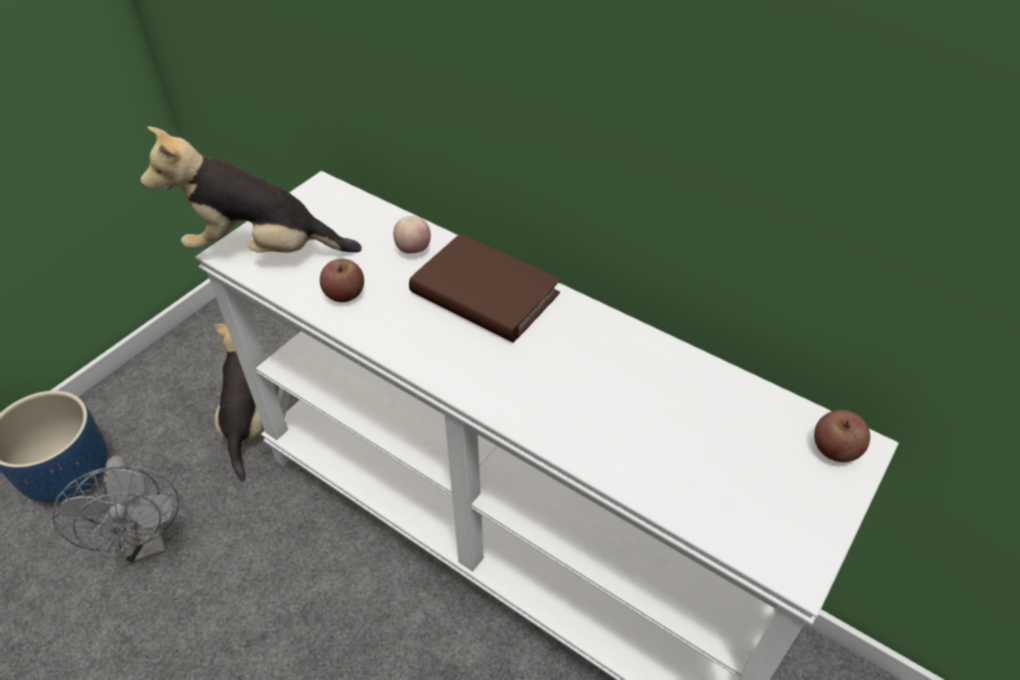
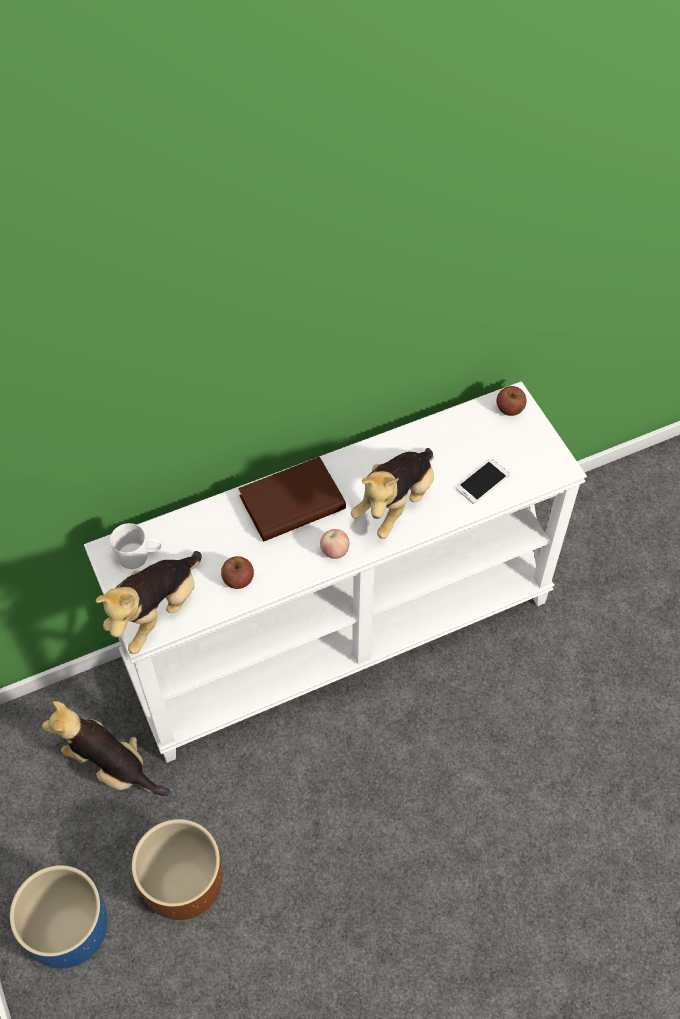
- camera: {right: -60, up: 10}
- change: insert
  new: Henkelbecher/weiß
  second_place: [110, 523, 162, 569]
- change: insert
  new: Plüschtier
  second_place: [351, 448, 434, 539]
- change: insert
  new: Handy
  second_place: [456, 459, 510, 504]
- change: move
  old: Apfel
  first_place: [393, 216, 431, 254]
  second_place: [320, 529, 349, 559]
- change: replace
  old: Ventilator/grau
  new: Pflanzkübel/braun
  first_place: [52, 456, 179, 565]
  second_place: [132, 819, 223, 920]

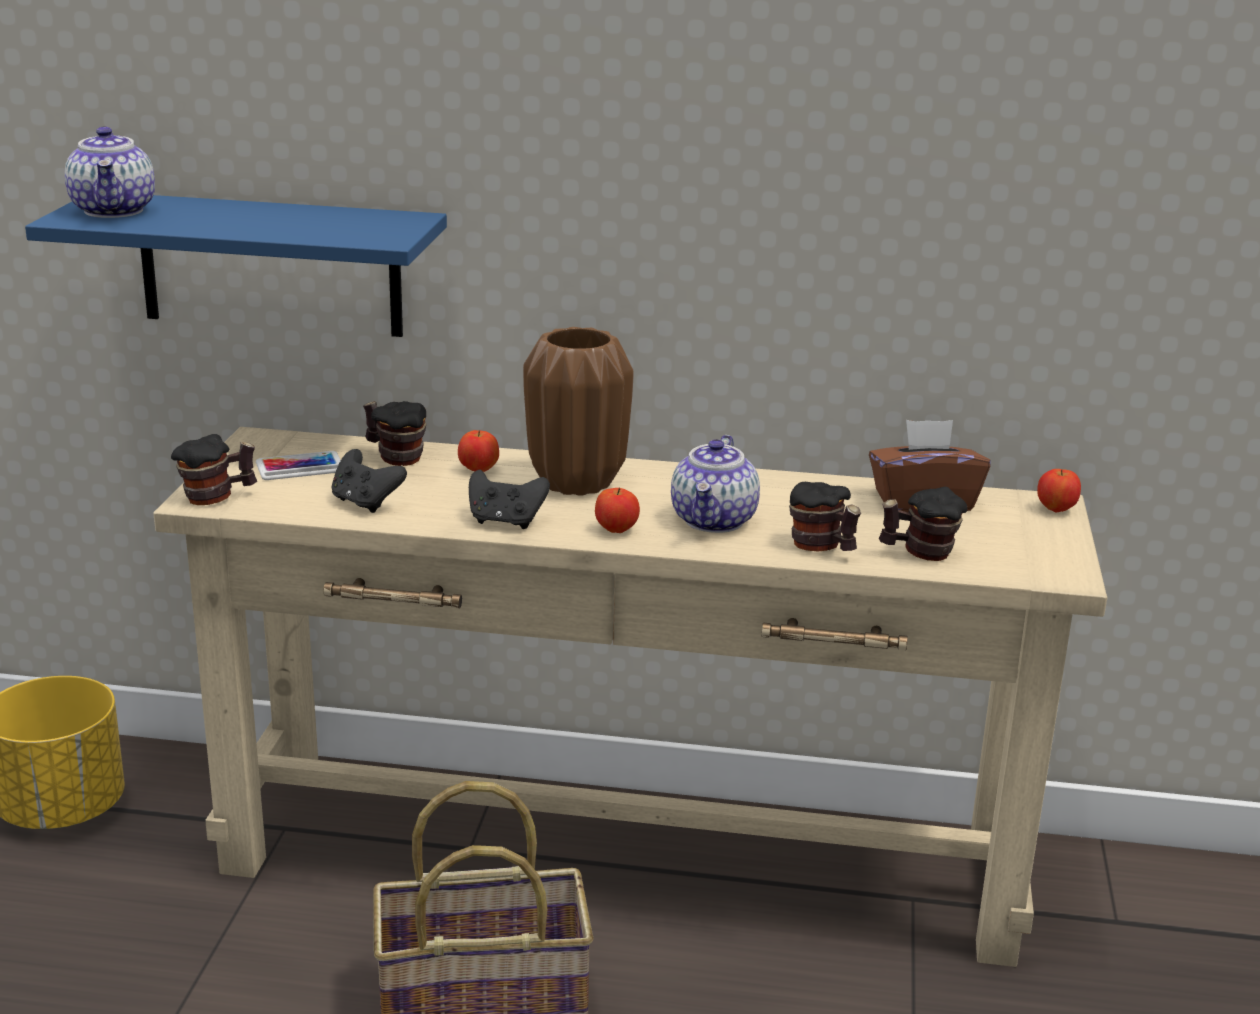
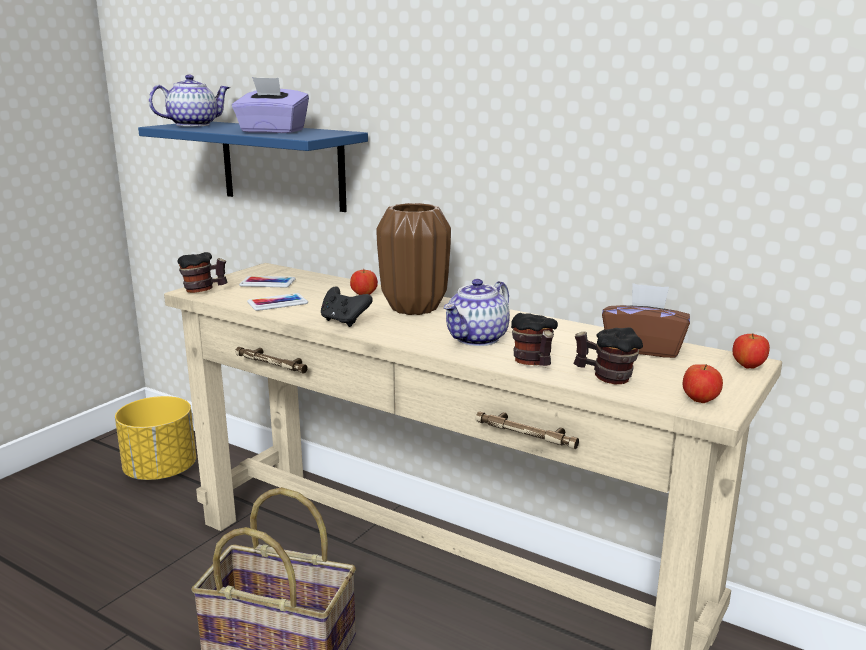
- camera: {right: 25, up: -5}
- change: delete
  old: Henkelbecher
  first_place: [363, 401, 427, 466]
- change: insert
  new: Taschentuchbox/lila
  second_place: [232, 77, 309, 133]
- change: move
  old: Apfel
  first_place: [595, 488, 640, 533]
  second_place: [683, 364, 723, 403]
- change: replace
  old: Gamepad/schwarz
  new: Handy
  first_place: [331, 449, 407, 513]
  second_place: [247, 293, 308, 311]
- change: rotate
  old: Teekanne
  first_place: [65, 126, 155, 218]
  second_place: [149, 75, 230, 127]
  degrees: -135

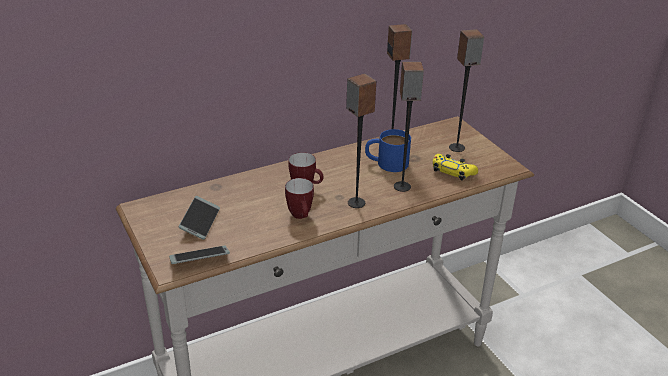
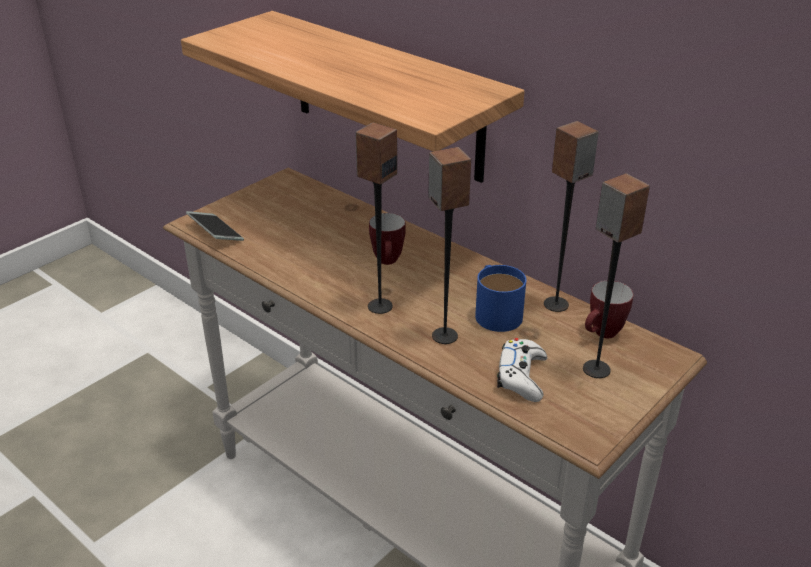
- camera: {right: 70, up: 0}
- change: delete
  old: Handy
  first_place: [179, 196, 220, 240]
- change: insert
  new: Wandregal
  second_place: [181, 11, 525, 183]
- change: move
  old: Henkelbecher
  first_place: [285, 178, 314, 219]
  second_place: [585, 281, 633, 338]
- change: recolor
  old: Gamepad/gelb
  new: Gamepad/weiß
  first_place: [433, 154, 478, 181]
  second_place: [497, 338, 547, 402]

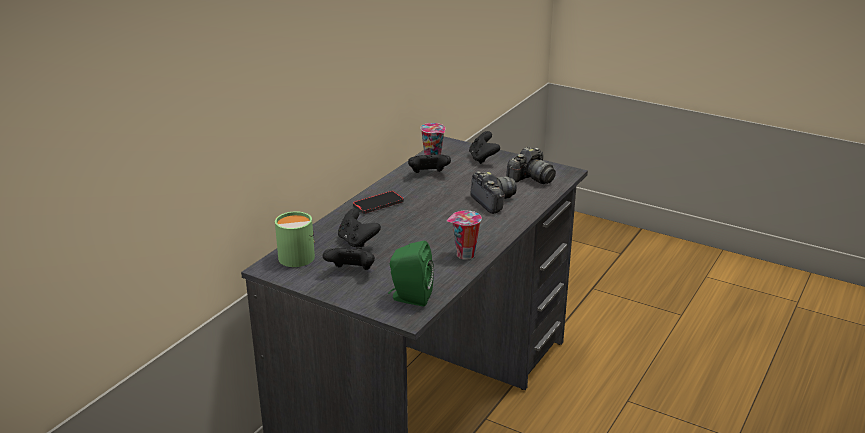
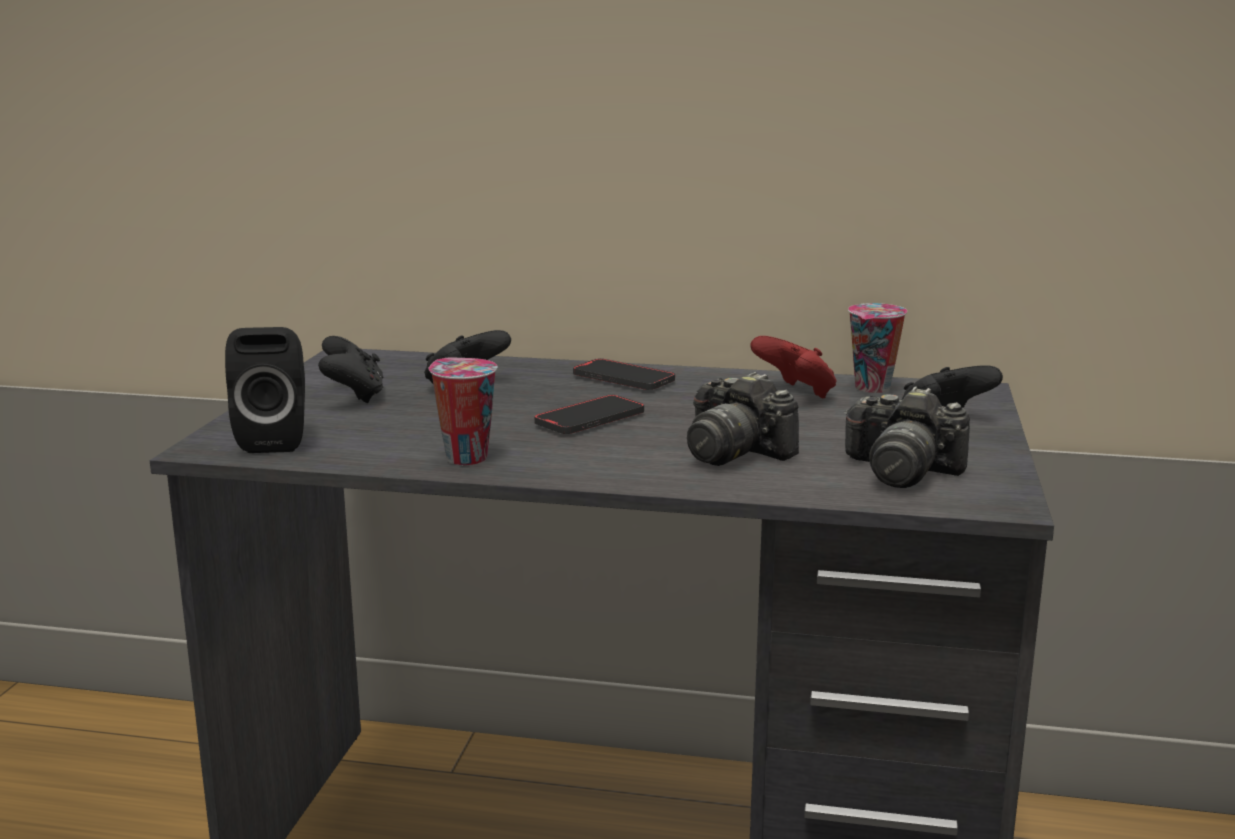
- camera: {right: 70, up: -10}
- change: delete
  old: Henkelbecher/grün
  first_place: [275, 211, 315, 267]
- change: insert
  new: Handy
  second_place: [534, 395, 644, 434]
- change: recolor
  old: Lautsprecher/grün
  new: Lautsprecher/schwarz
  first_place: [388, 241, 434, 306]
  second_place: [225, 327, 305, 453]
- change: recolor
  old: Gamepad/schwarz
  new: Gamepad/rot
  first_place: [408, 153, 451, 173]
  second_place: [750, 336, 837, 399]
- change: rotate
  old: Kamera
  first_place: [470, 171, 517, 214]
  second_place: [687, 372, 799, 466]
  degrees: 90

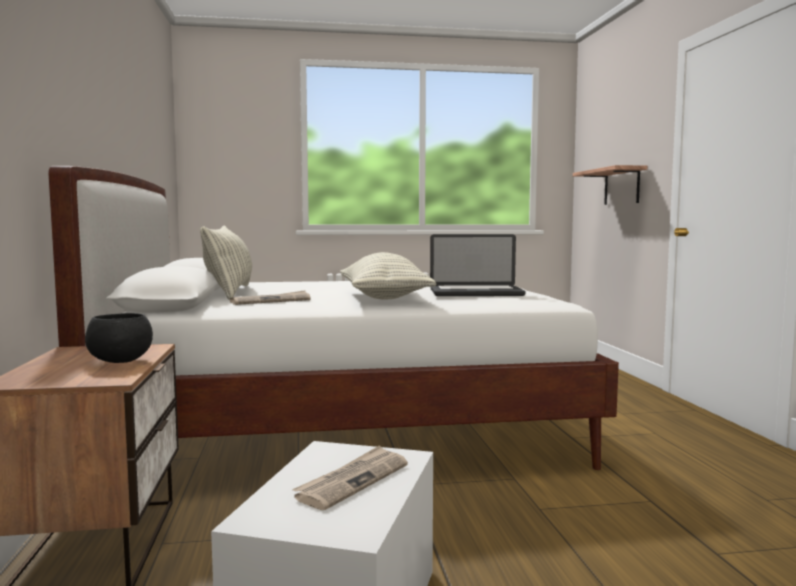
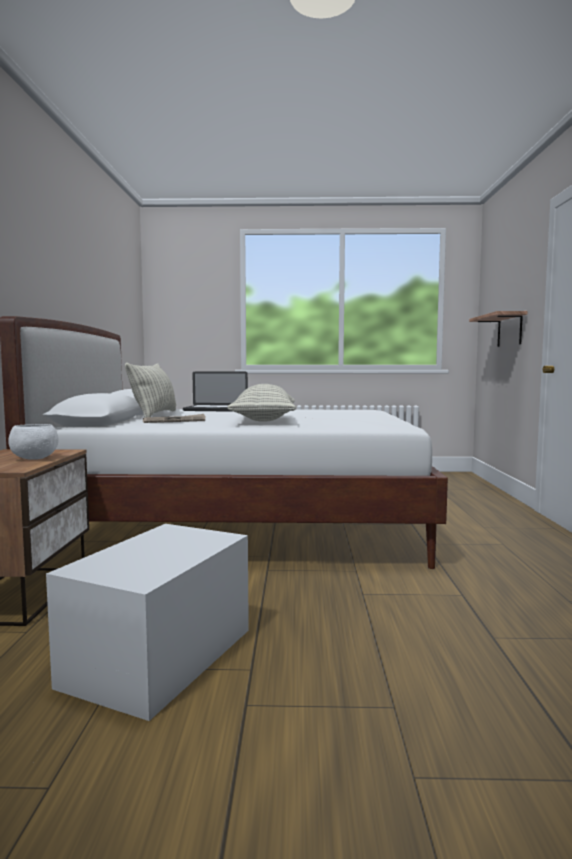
- camera: {right: 10, up: 0}
- change: delete
  old: Zeitung
  first_place: [292, 445, 408, 510]
- change: move
  old: Laptop
  first_place: [430, 234, 526, 296]
  second_place: [183, 372, 248, 412]
- change: recolor
  old: Schüssel/schwarz
  new: Schüssel/weiß
  first_place: [85, 313, 153, 363]
  second_place: [8, 424, 58, 460]

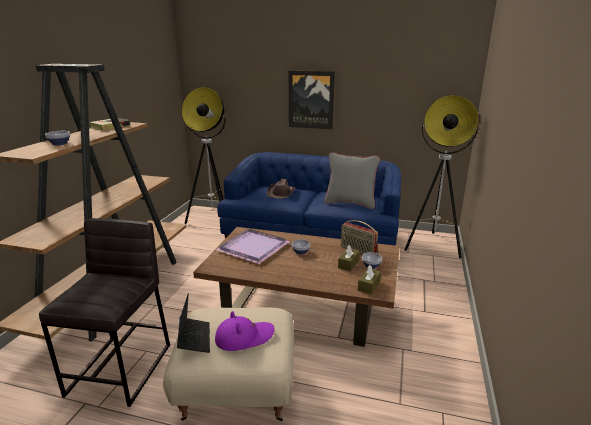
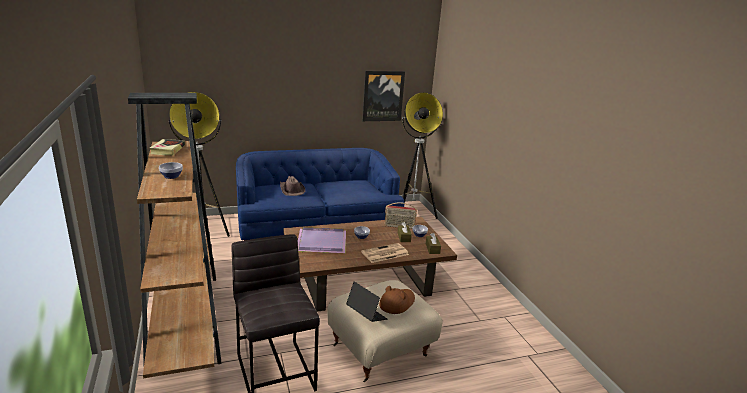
- camera: {right: -35, up: 0}
- change: delete
  old: Kissen/grau
  first_place: [324, 152, 380, 209]
- change: insert
  new: Zeitung
  second_place: [361, 243, 409, 263]
- change: move
  old: Bild
  first_place: [289, 71, 335, 129]
  second_place: [362, 71, 405, 121]
- change: recolor
  old: Hut/lila
  new: Hut/braun
  first_place: [215, 311, 275, 351]
  second_place: [379, 286, 415, 314]

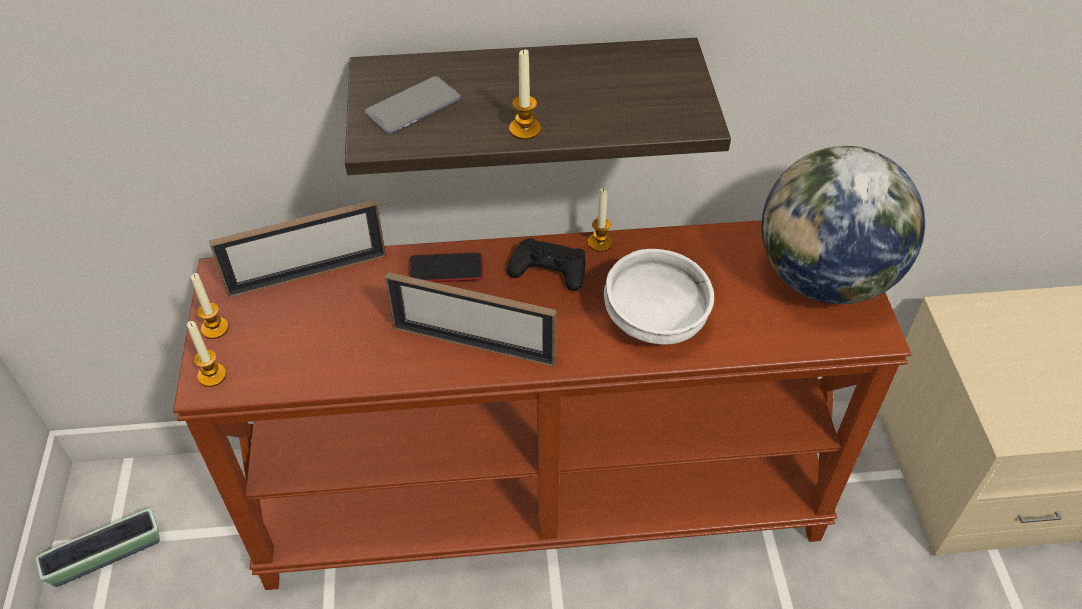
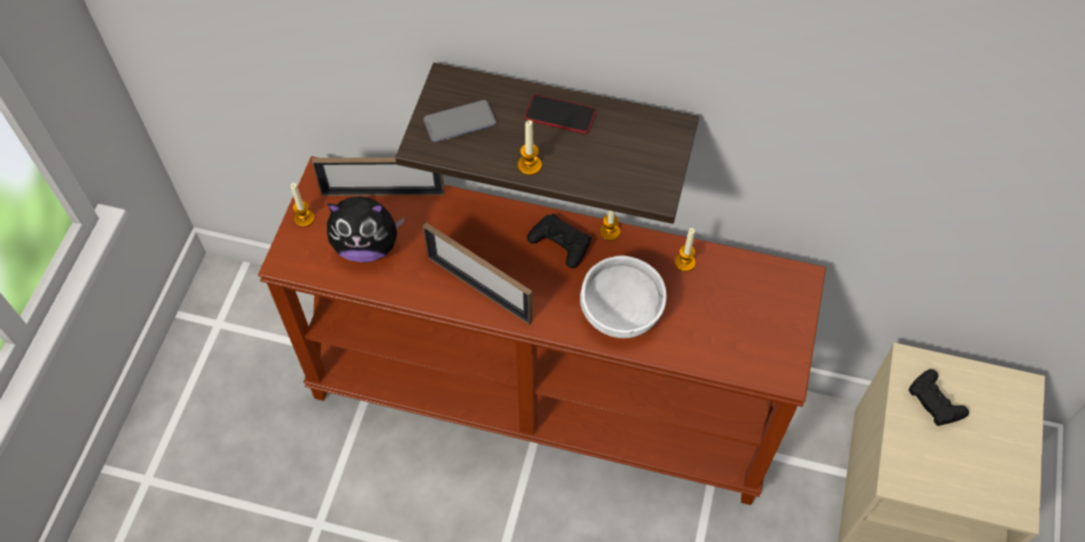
- camera: {right: 20, up: 10}
- change: delete
  old: Pflanzkübel
  first_place: [35, 508, 160, 587]
- change: delete
  old: Globus
  first_place: [761, 146, 925, 304]
- change: insert
  new: Plüschtier
  second_place: [327, 196, 405, 263]
- change: insert
  new: Gamepad/schwarz
  second_place: [909, 369, 969, 426]
- change: move
  old: Kerze
  first_place: [187, 321, 227, 387]
  second_place: [675, 228, 696, 272]
- change: move
  old: Handy
  first_place: [408, 252, 483, 282]
  second_place: [524, 94, 596, 134]

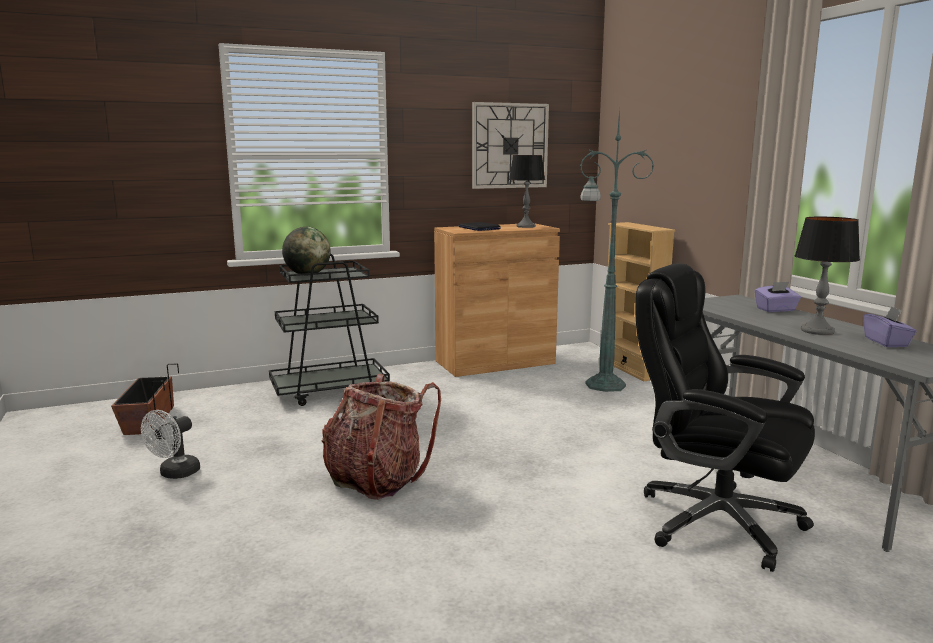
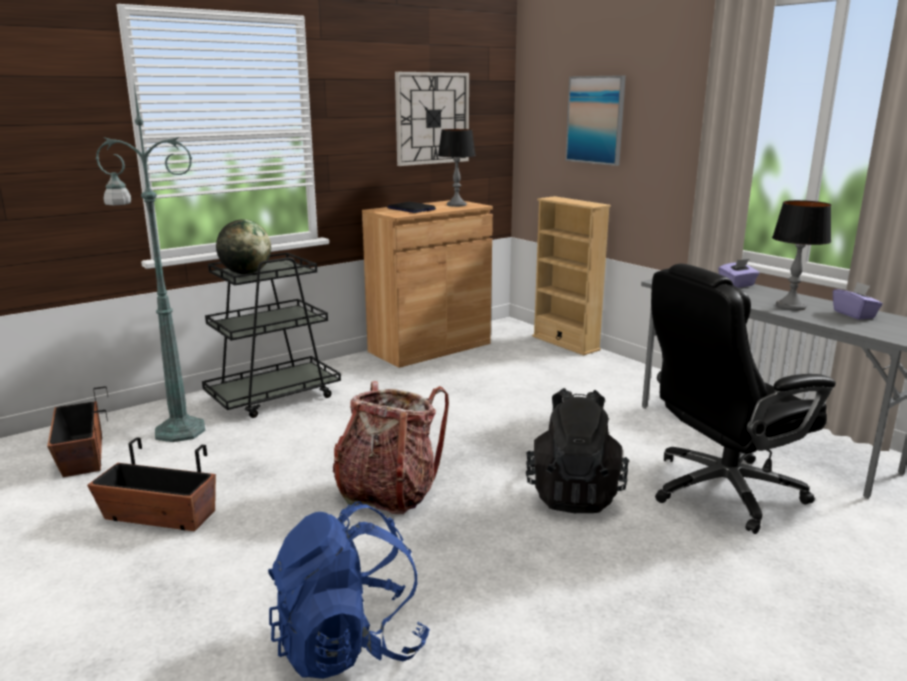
- camera: {right: -15, up: 5}
- change: insert
  new: Rucksack/blau
  second_place: [268, 502, 430, 679]
- change: insert
  new: Rucksack/schwarz
  second_place: [526, 388, 629, 513]
- change: insert
  new: Bild
  second_place: [565, 75, 626, 166]
- change: move
  old: Stehlampe/grün
  first_place: [580, 108, 654, 392]
  second_place: [95, 85, 205, 442]
- change: replace
  old: Ventilator/weiß
  new: Pflanzkübel
  first_place: [141, 410, 200, 479]
  second_place: [87, 437, 216, 531]
- change: rotate
  old: Bürostuhl/schwarz
  first_place: [636, 263, 815, 572]
  second_place: [651, 263, 836, 534]
  degrees: -45

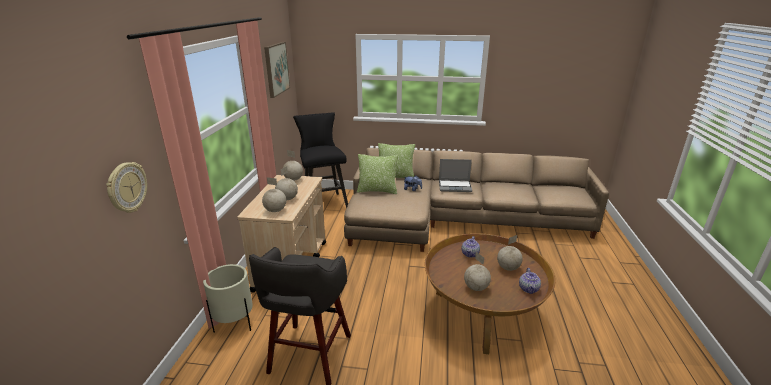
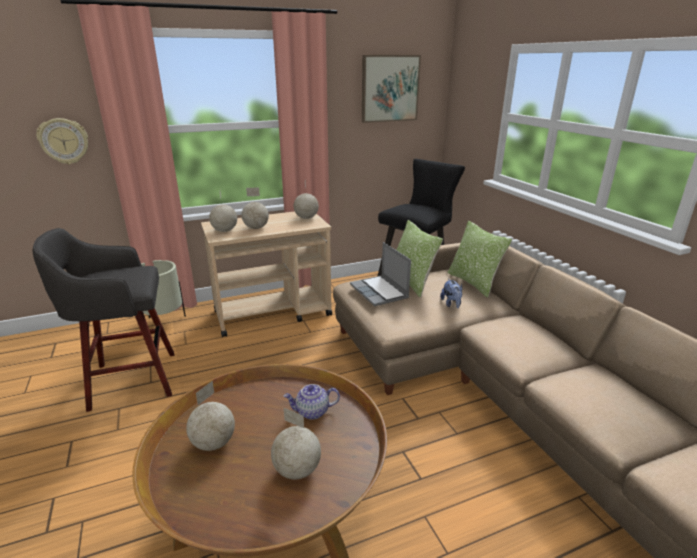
- camera: {right: 60, up: 0}
- change: delete
  old: Teekanne
  first_place: [519, 268, 541, 294]
- change: move
  old: Laptop
  first_place: [439, 159, 472, 192]
  second_place: [350, 242, 411, 306]

